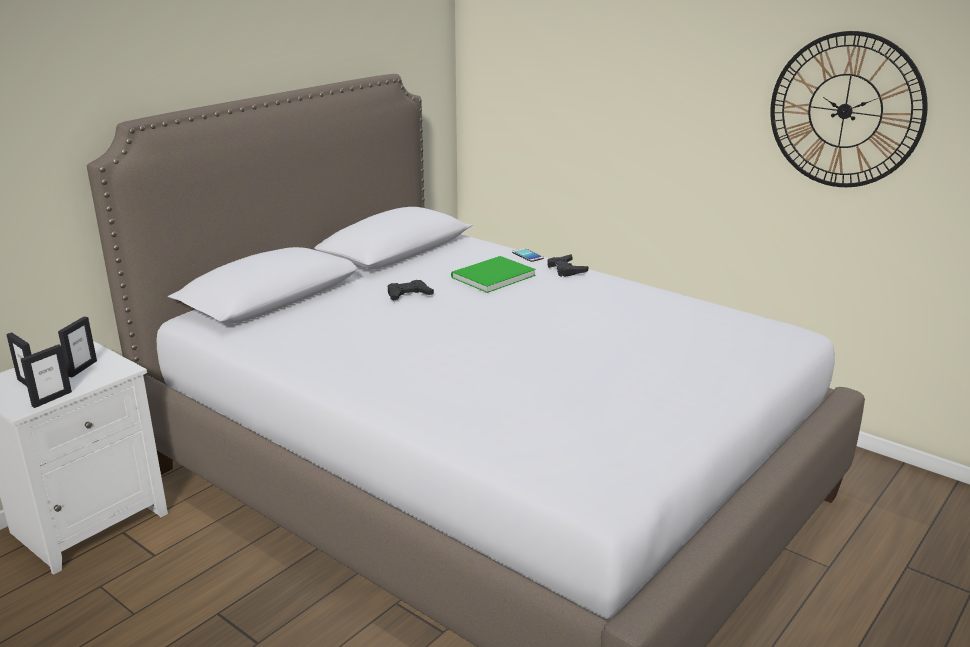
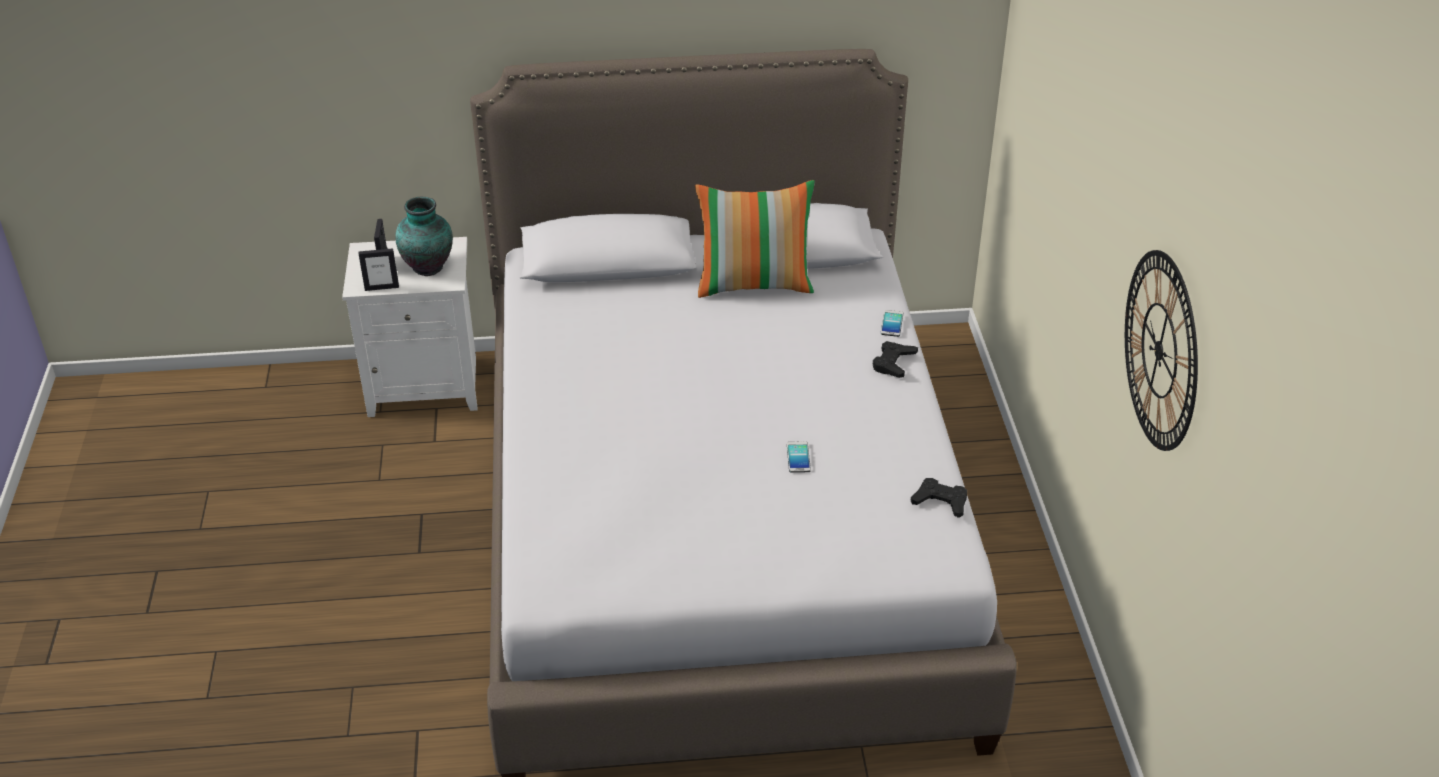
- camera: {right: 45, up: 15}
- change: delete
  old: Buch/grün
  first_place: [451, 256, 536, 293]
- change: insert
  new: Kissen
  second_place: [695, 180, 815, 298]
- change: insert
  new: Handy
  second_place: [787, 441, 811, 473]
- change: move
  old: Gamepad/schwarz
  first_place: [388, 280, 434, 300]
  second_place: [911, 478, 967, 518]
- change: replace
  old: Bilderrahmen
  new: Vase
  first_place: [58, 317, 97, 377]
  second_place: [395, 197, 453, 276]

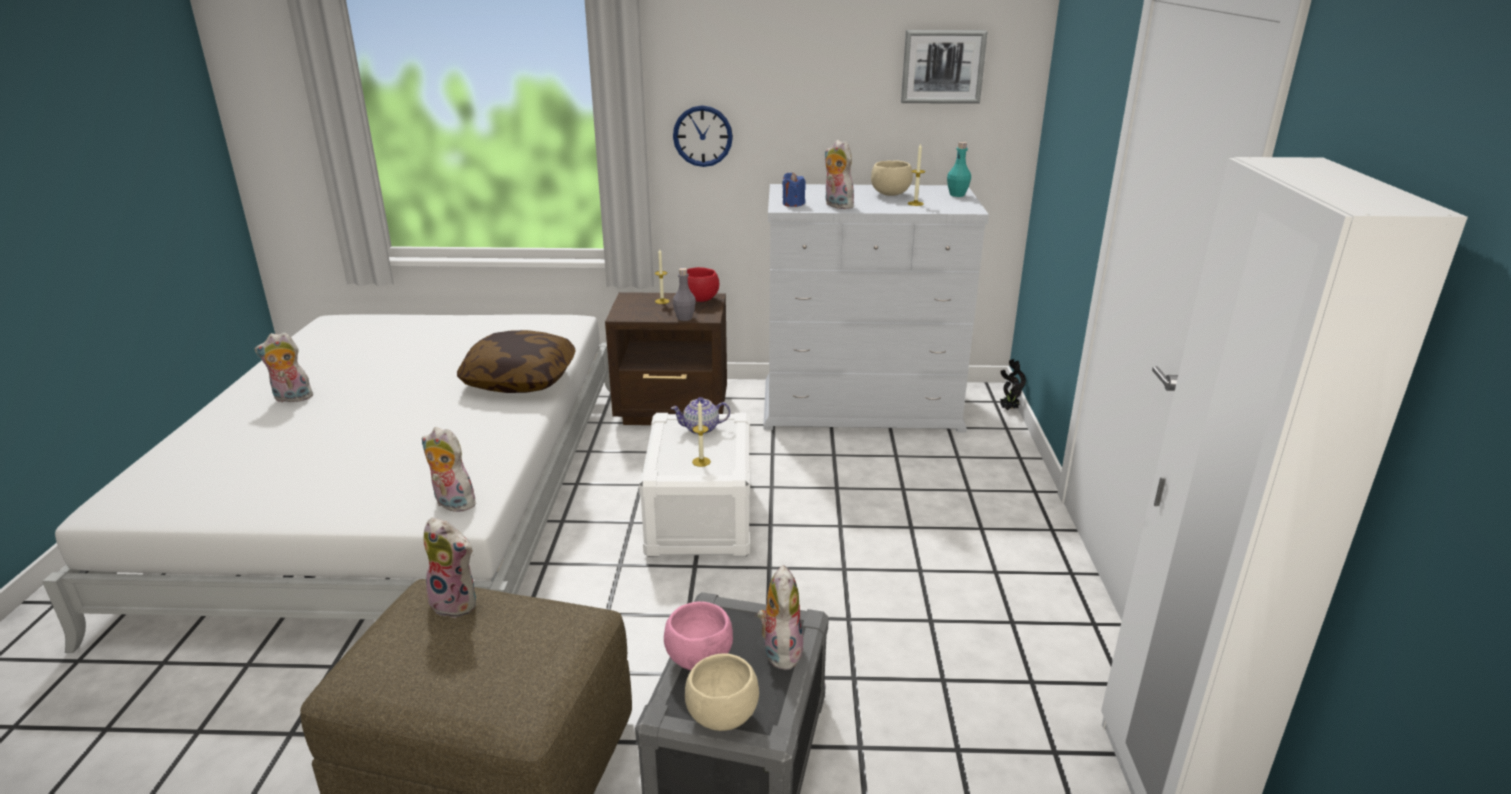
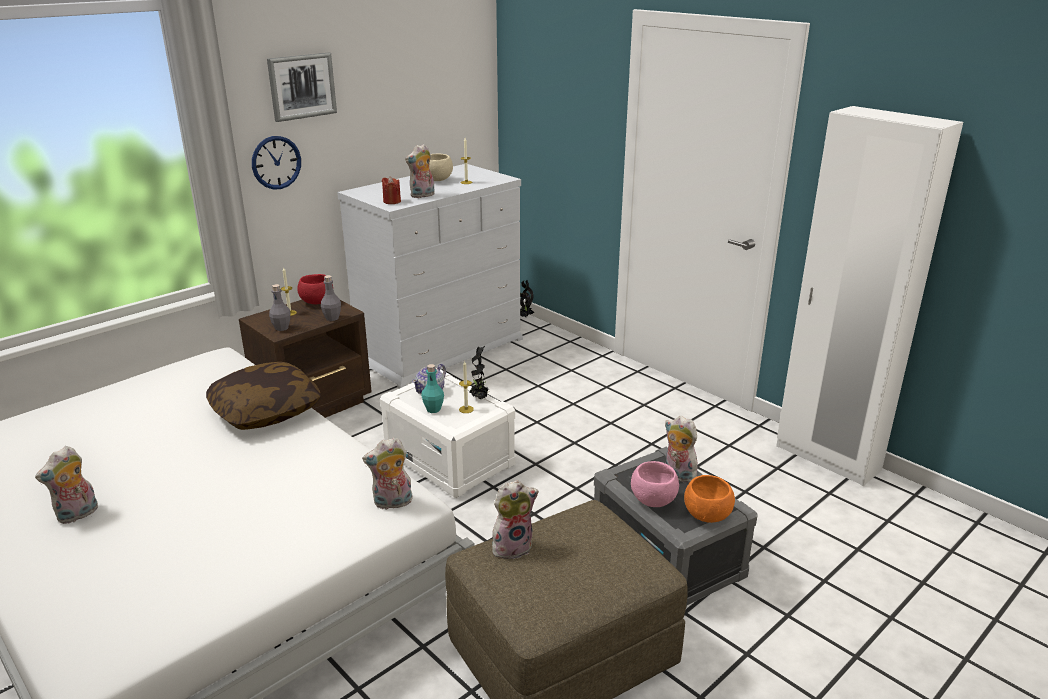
- camera: {right: -45, up: 0}
- change: insert
  new: Flasche/grau
  second_place: [269, 284, 290, 331]
- change: insert
  new: Topfpflanze
  second_place: [469, 346, 491, 399]
- change: move
  old: Bild
  first_place: [901, 30, 988, 104]
  second_place: [267, 53, 337, 122]
- change: move
  old: Flasche/türkis
  first_place: [947, 142, 971, 197]
  second_place: [421, 364, 444, 413]
- change: recolor
  old: Schüssel/beige
  new: Schüssel/orange
  first_place: [685, 653, 759, 731]
  second_place: [684, 475, 735, 523]
- change: recolor
  old: Kerze/blau
  new: Kerze/rot
  first_place: [782, 172, 806, 207]
  second_place: [382, 176, 401, 204]
- change: rotate
  old: Plüschtier
  first_place: [825, 140, 854, 209]
  second_place: [405, 144, 435, 198]
  degrees: -45

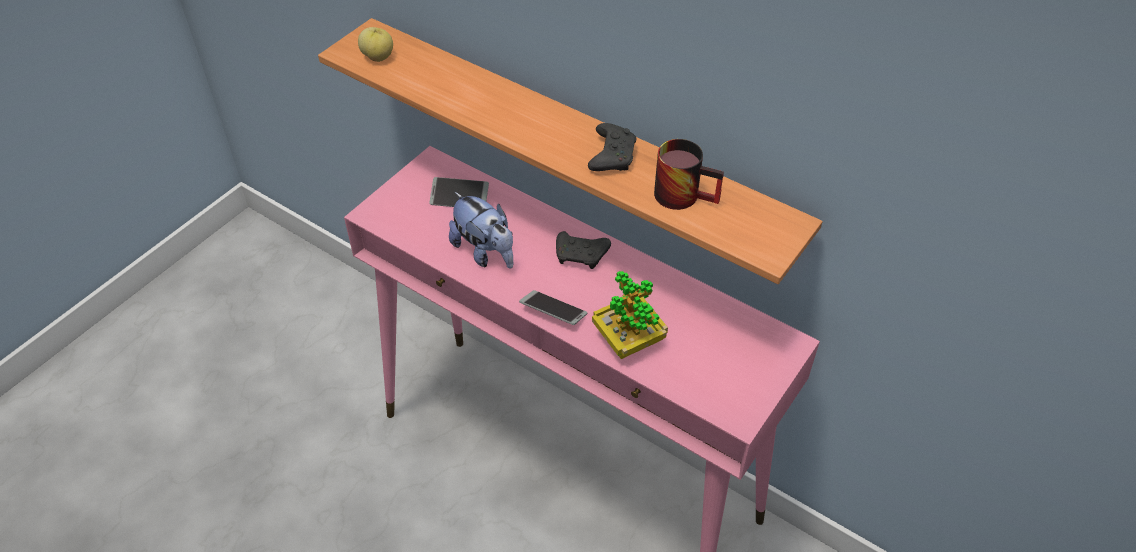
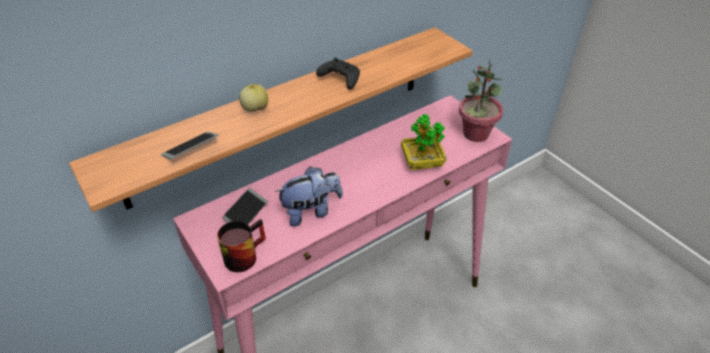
- camera: {right: -70, up: -5}
- change: delete
  old: Gamepad/schwarz
  first_place: [556, 231, 611, 269]
- change: insert
  new: Topfpflanze
  second_place: [459, 59, 503, 142]
- change: move
  old: Apfel
  first_place: [358, 27, 393, 62]
  second_place: [239, 84, 268, 112]
- change: move
  old: Handy
  first_place: [519, 290, 587, 325]
  second_place: [161, 132, 219, 159]
- change: move
  old: Henkelbecher
  first_place: [654, 139, 724, 210]
  second_place: [217, 219, 266, 272]

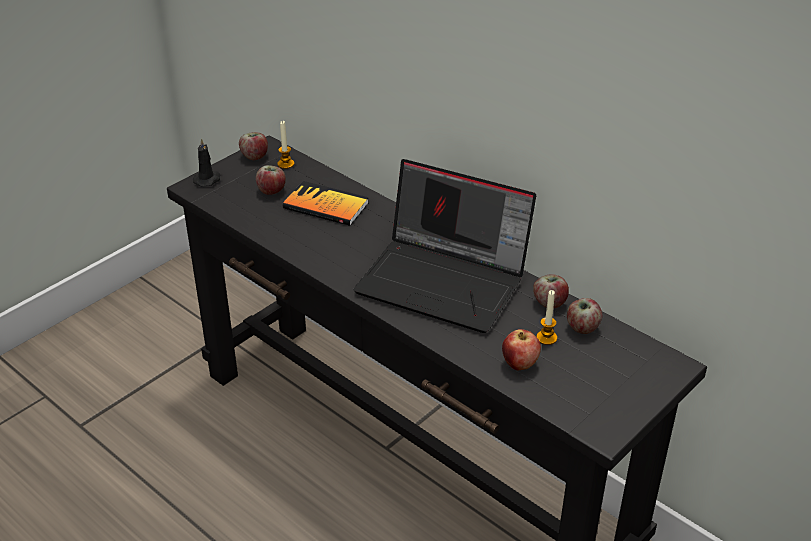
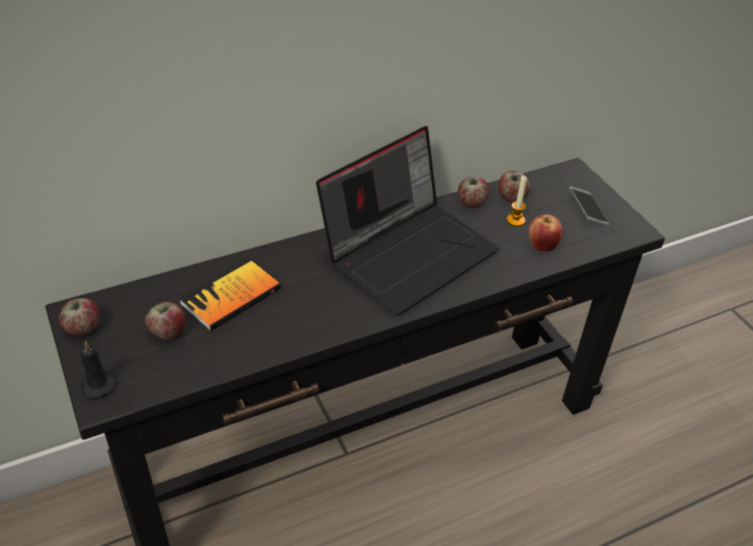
- camera: {right: -70, up: 5}
- change: delete
  old: Kerze
  first_place: [277, 120, 294, 169]
- change: insert
  new: Handy
  second_place: [569, 186, 609, 226]

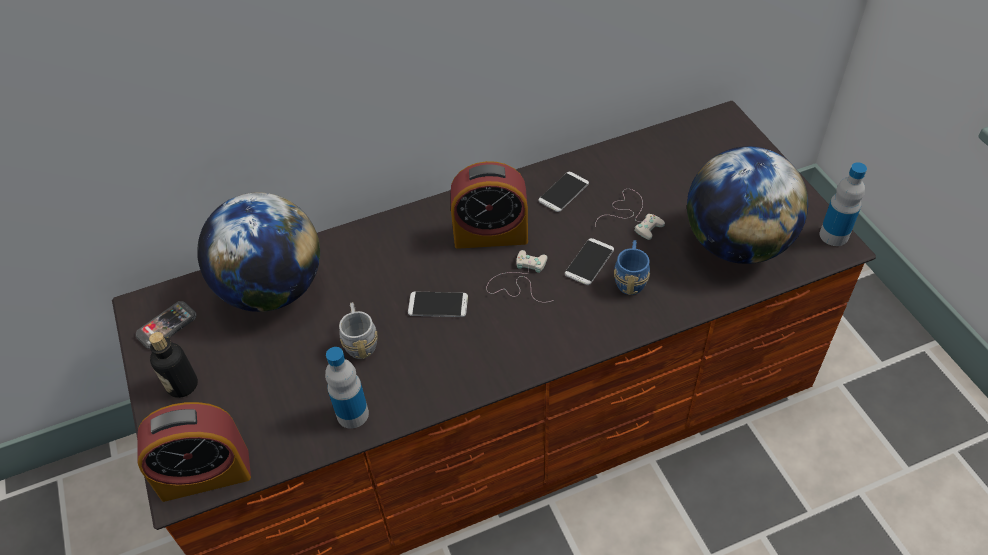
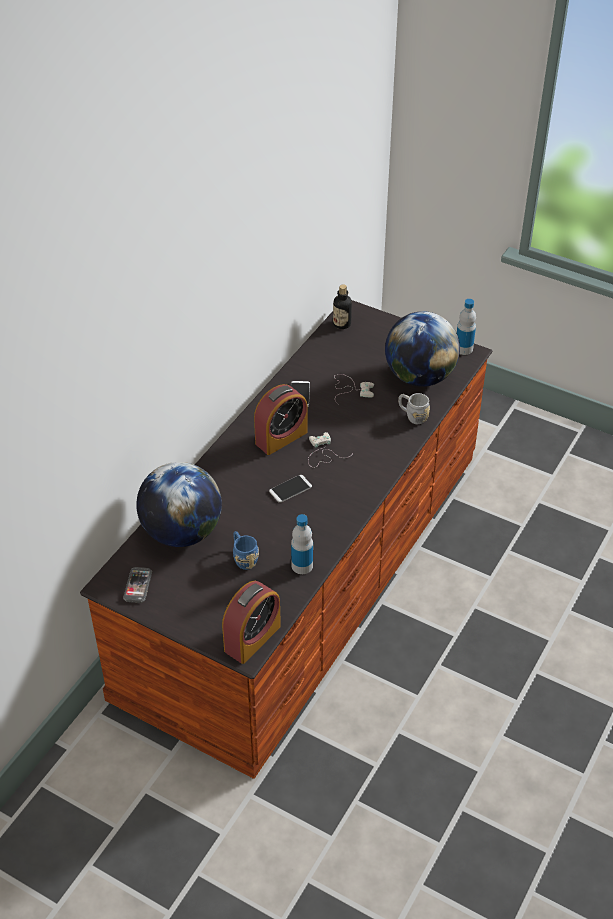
- camera: {right: -40, up: -5}
- change: delete
  old: Handy
  first_place: [565, 238, 614, 285]
- change: move
  old: Flasche
  first_place: [149, 332, 198, 398]
  second_place: [333, 285, 352, 329]
- change: move
  old: Henkelbecher/grau
  first_place: [339, 302, 378, 359]
  second_place: [398, 393, 430, 424]
- change: move
  old: Henkelbecher/blau
  first_place: [614, 240, 650, 295]
  second_place: [233, 531, 259, 570]

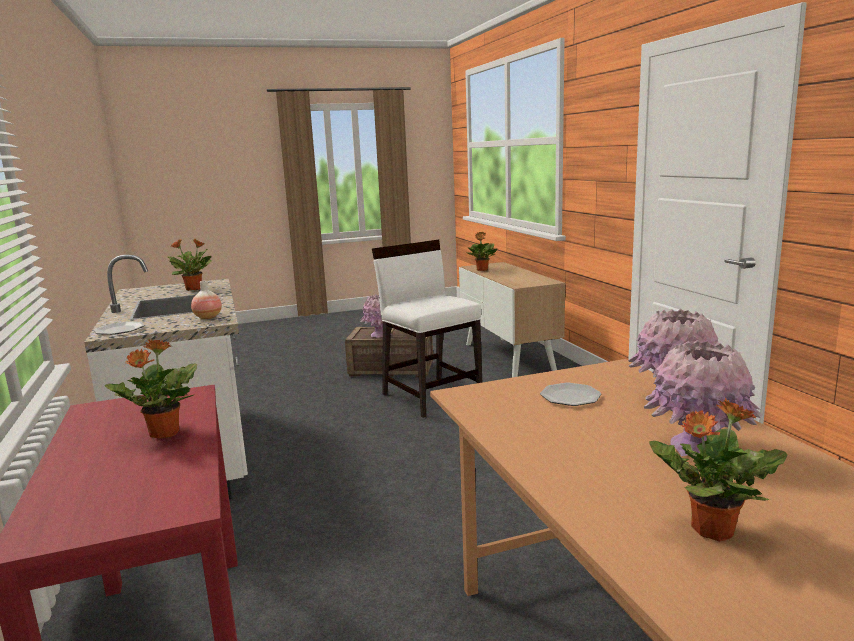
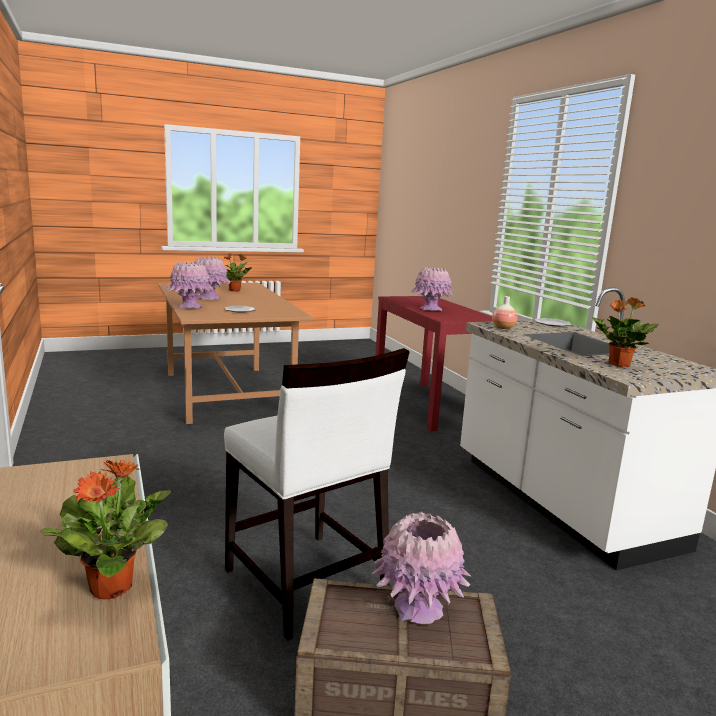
- camera: {right: 175, up: 0}
- change: replace
  old: Topfpflanze
  new: Vase/rosa
  first_place: [105, 339, 197, 438]
  second_place: [412, 267, 453, 311]

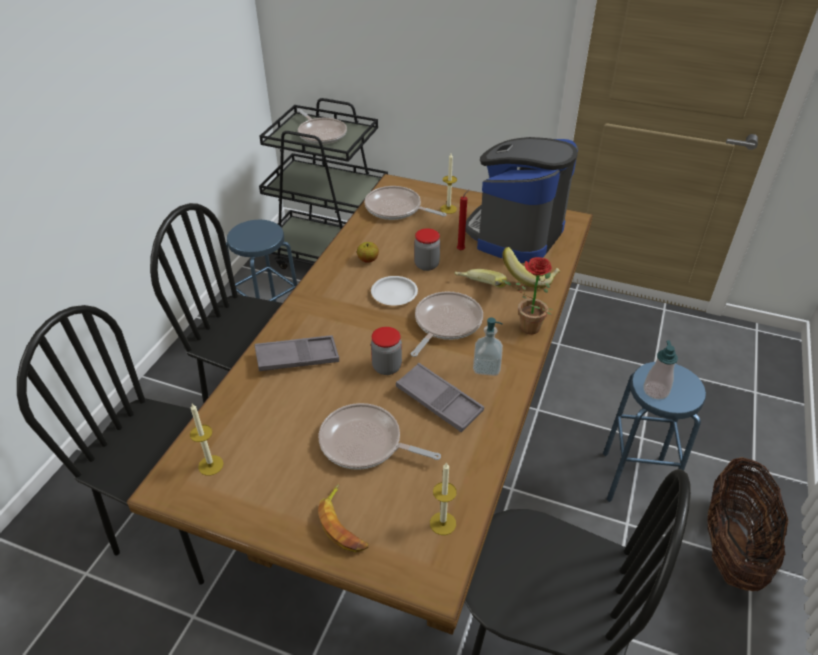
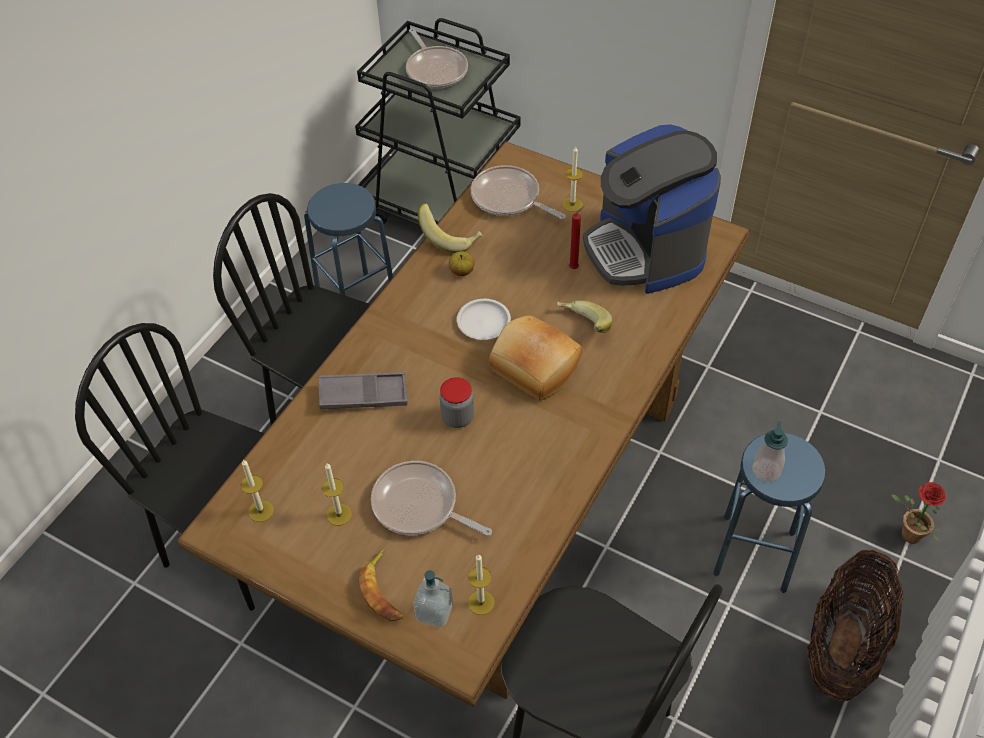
- camera: {right: 10, up: 10}
- change: delete
  old: Tablett/grau
  first_place: [396, 363, 484, 433]
- change: delete
  old: Vorratsglas
  first_place: [414, 228, 440, 271]
- change: insert
  new: Kerze
  second_place: [322, 463, 352, 526]
- change: move
  old: Seifenspender
  first_place: [473, 317, 503, 376]
  second_place: [413, 570, 453, 627]
- change: move
  old: Topfpflanze
  first_place: [501, 257, 553, 334]
  second_place: [892, 482, 946, 544]
- change: move
  old: Banane
  first_place: [502, 247, 561, 288]
  second_place: [418, 204, 483, 253]
- change: replace
  old: Pfanne
  new: Brot
  first_place: [410, 292, 483, 357]
  second_place: [489, 315, 582, 401]
- change: rotate
  old: Kaffeemaschine
  first_place: [465, 137, 578, 263]
  second_place: [583, 124, 721, 294]
  degrees: -60

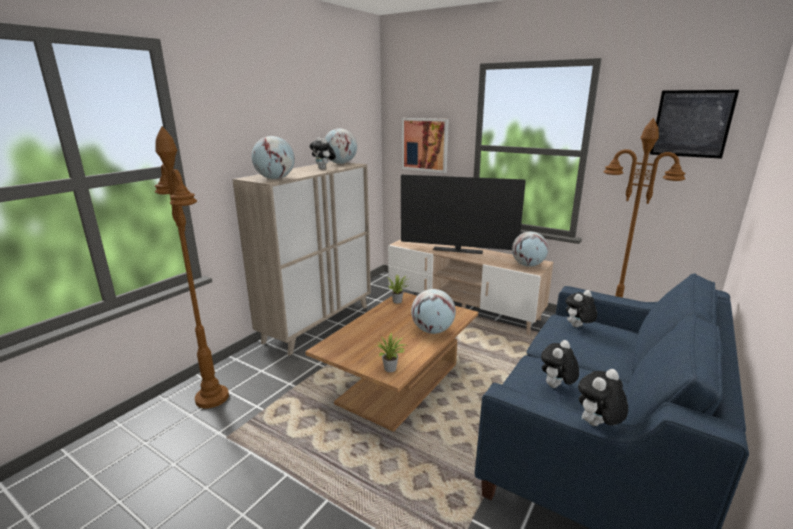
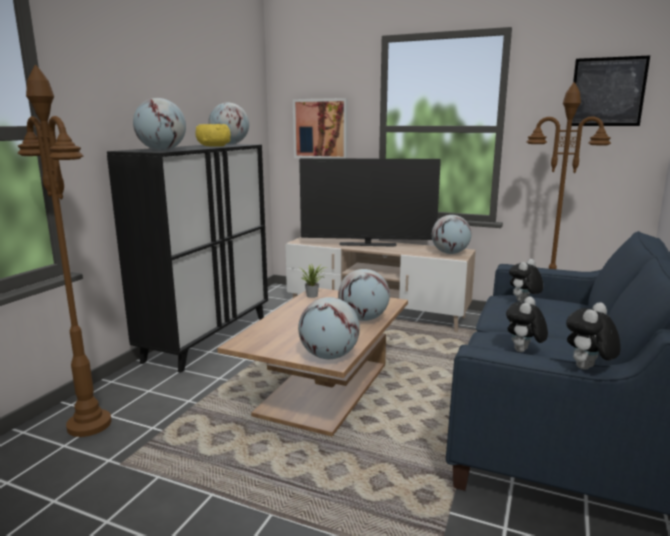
- camera: {right: -10, up: -5}
- change: replace
  old: Plüschtier
  new: Schüssel/gelb
  first_place: [309, 137, 336, 169]
  second_place: [195, 124, 231, 147]
- change: replace
  old: Topfpflanze
  new: Globus
  first_place: [377, 332, 406, 372]
  second_place: [298, 297, 360, 359]
- change: recolor
  old: Schrank/beige
  new: Schrank/schwarz
  first_place: [233, 161, 371, 356]
  second_place: [107, 144, 268, 373]

